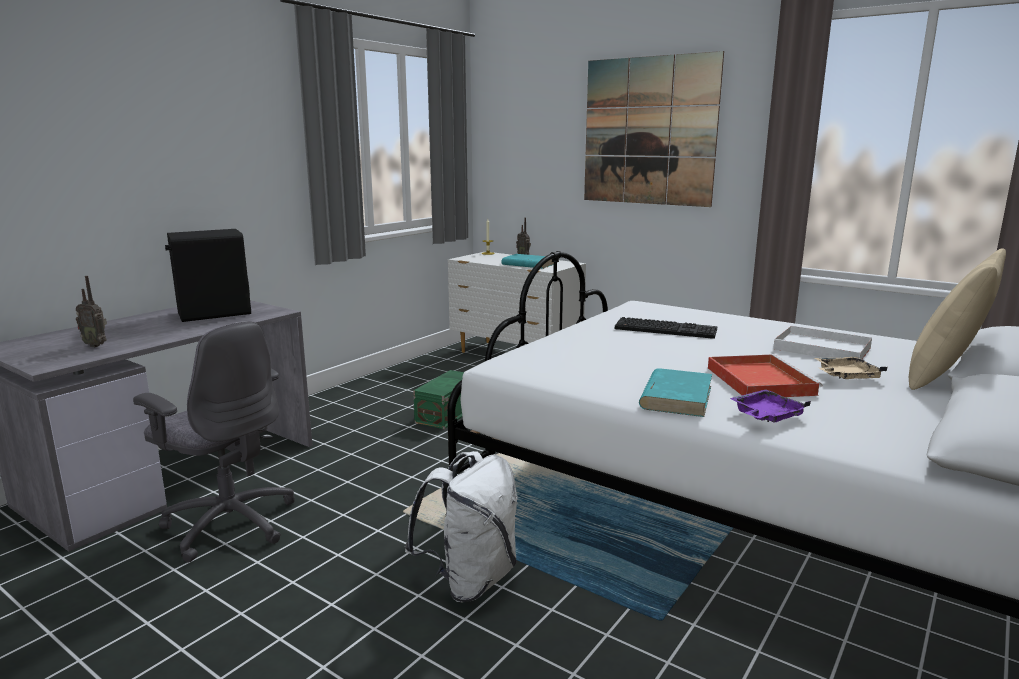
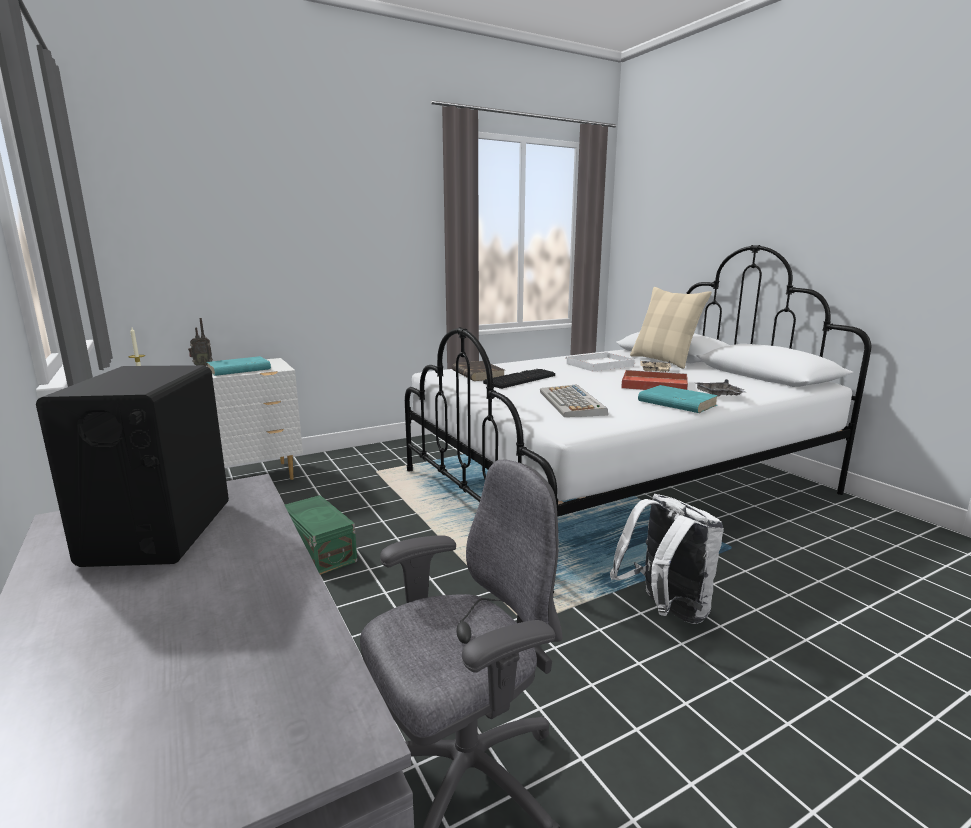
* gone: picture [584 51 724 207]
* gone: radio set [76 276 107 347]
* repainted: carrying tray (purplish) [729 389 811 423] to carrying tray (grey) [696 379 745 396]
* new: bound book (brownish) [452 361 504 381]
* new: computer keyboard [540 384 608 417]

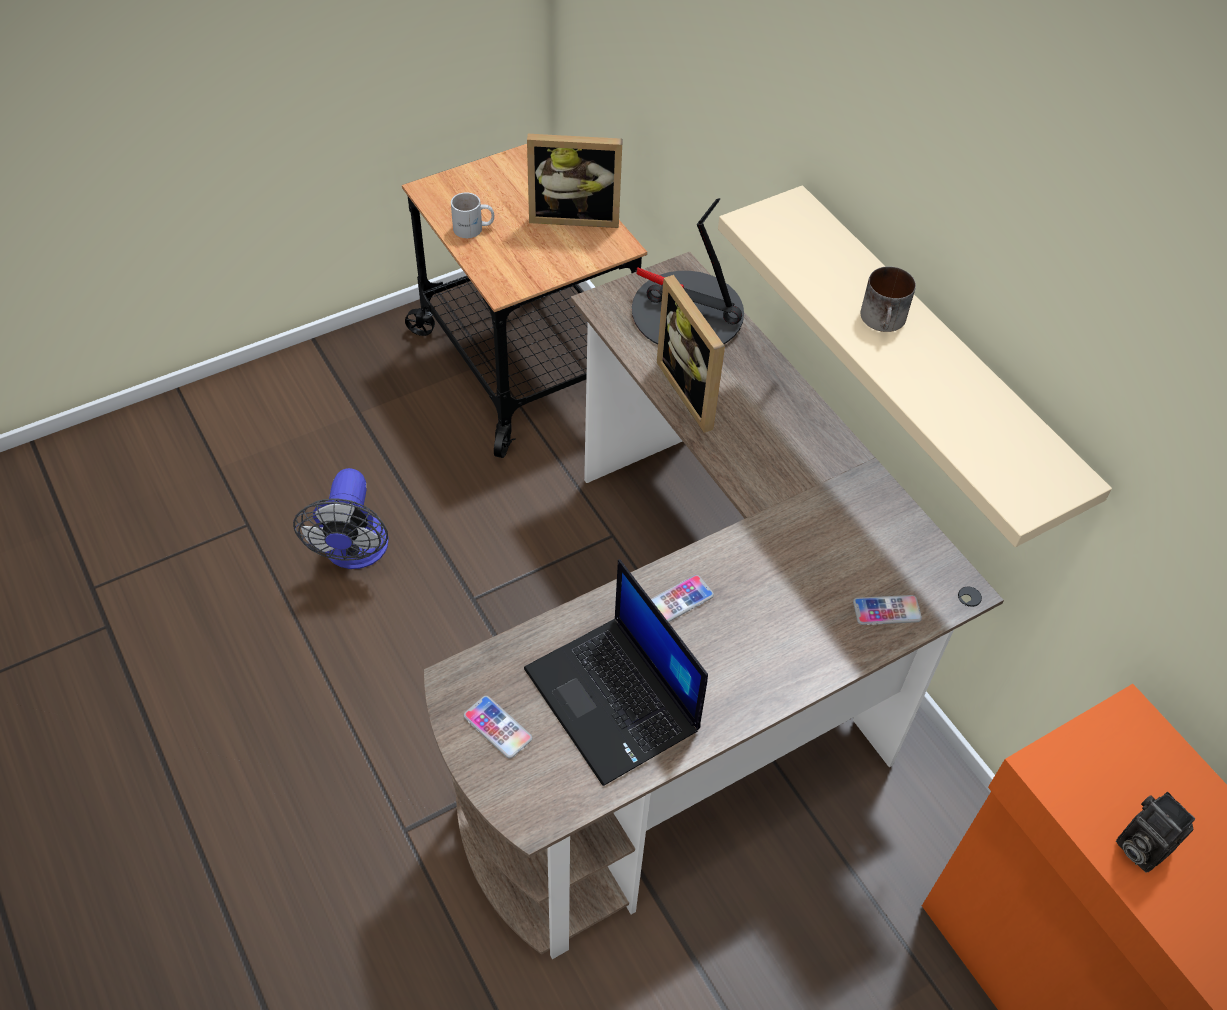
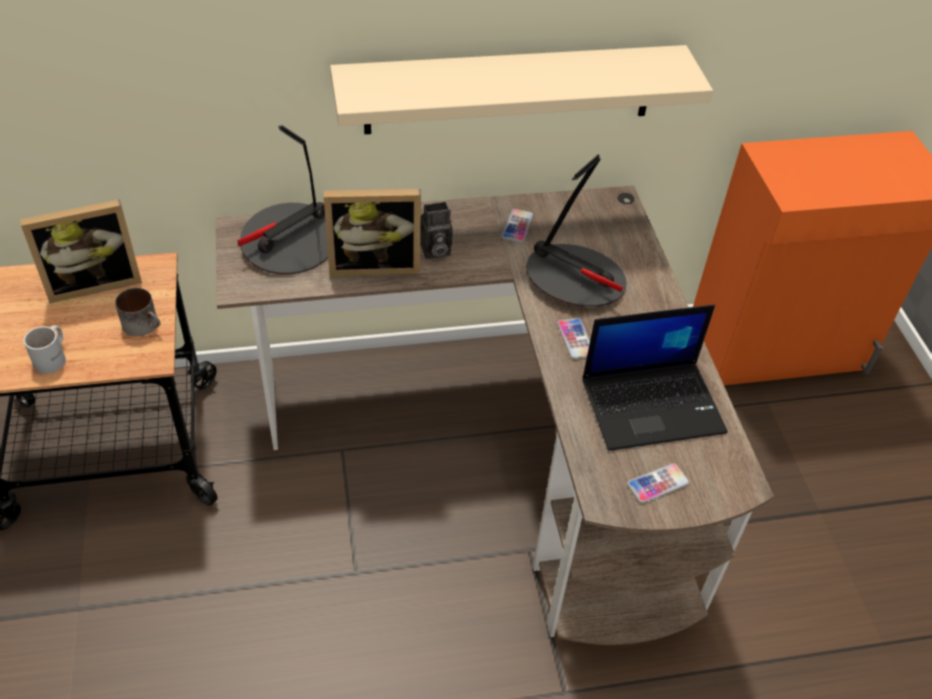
* rotated: photo frame [527 134 623 228] = [20 199 142 303] 45 degrees clockwise
* shifted: tea mug [860 266 916 332] to [115 288 160 337]
* gone: fan [293 468 389 569]
* shifted: handset [853 595 922 625] to [501 209 534 243]
* shifted: photo camera [1116 792 1195 872] to [420 202 453 259]
* new: lamp for a table [526 154 627 307]

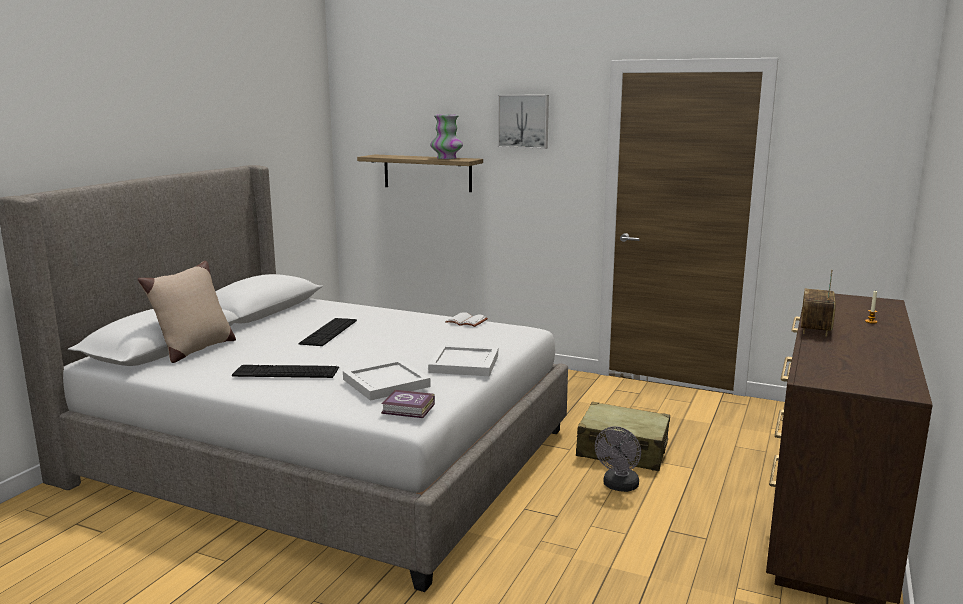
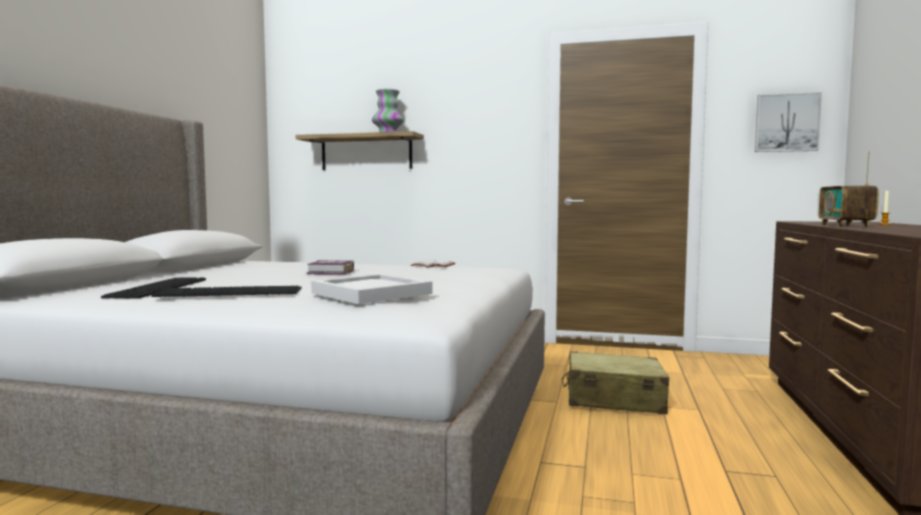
* shifted: picture [498 95 549 149] to [755 92 822 152]
* gone: pillow (beige) [138 261 236 363]
* shifted: computer keyboard [298 318 357 346] to [101 277 206 298]
* gone: carrying tray (whitish) [428 345 498 376]
* shifted: bound book [381 390 435 418] to [307 260 354 274]
* gone: fan (grey) [595 426 641 492]

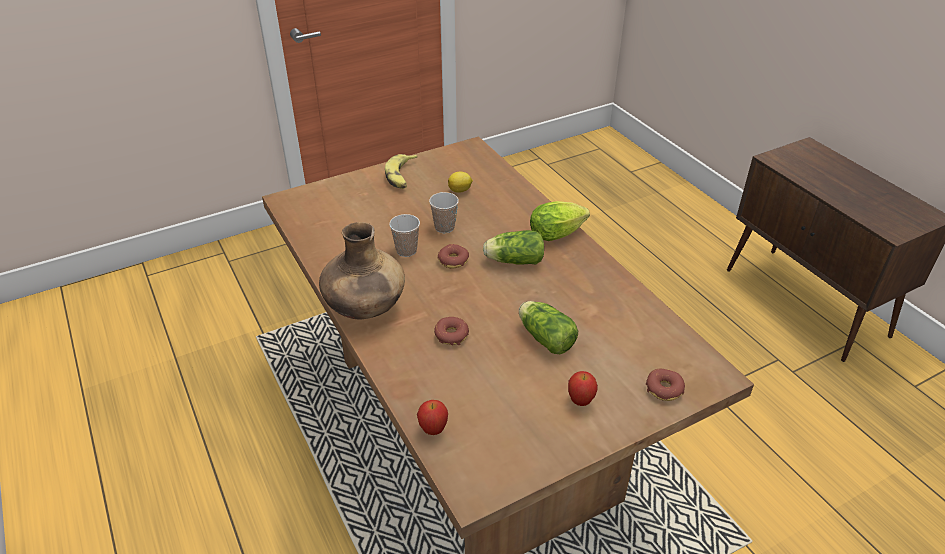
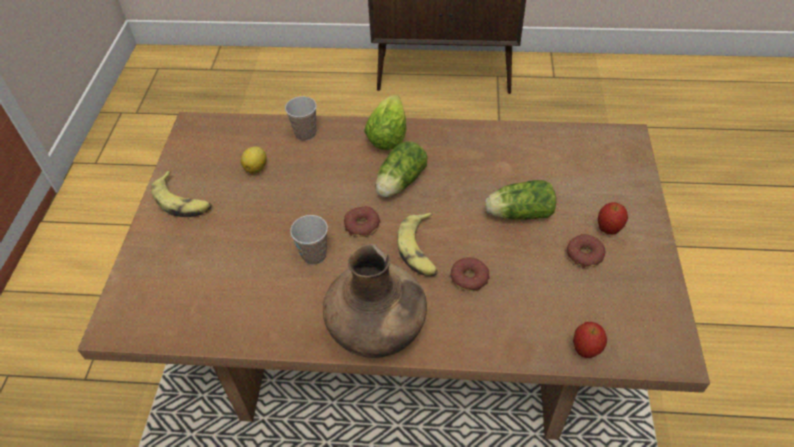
* shifted: small cup [429 192 459 233] to [285 96 317 141]
* shifted: donut [646 369 685 401] to [567 234 605 269]
* new: banana [397 212 438 276]

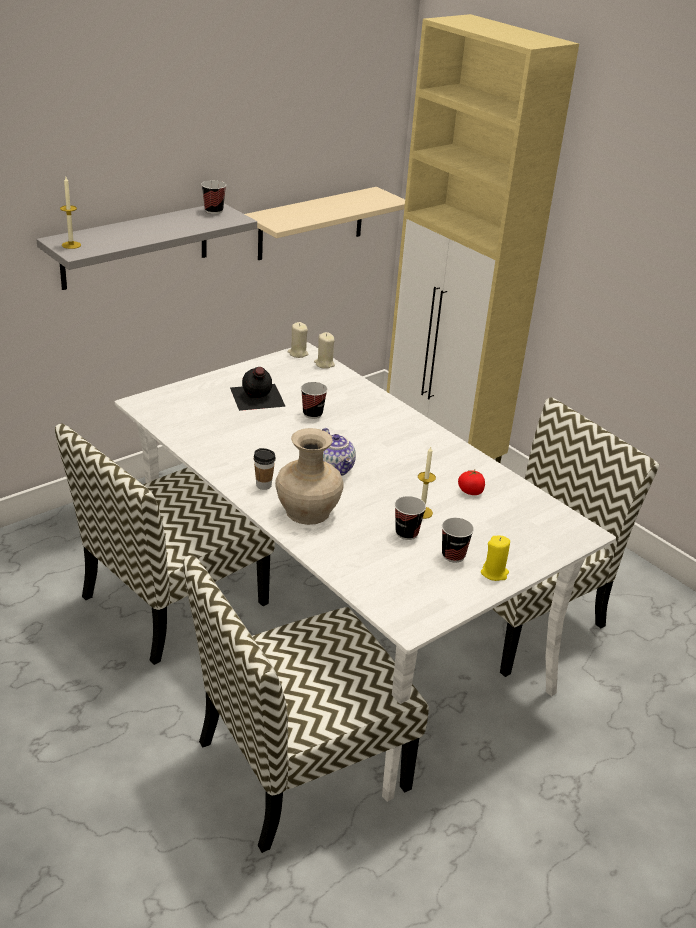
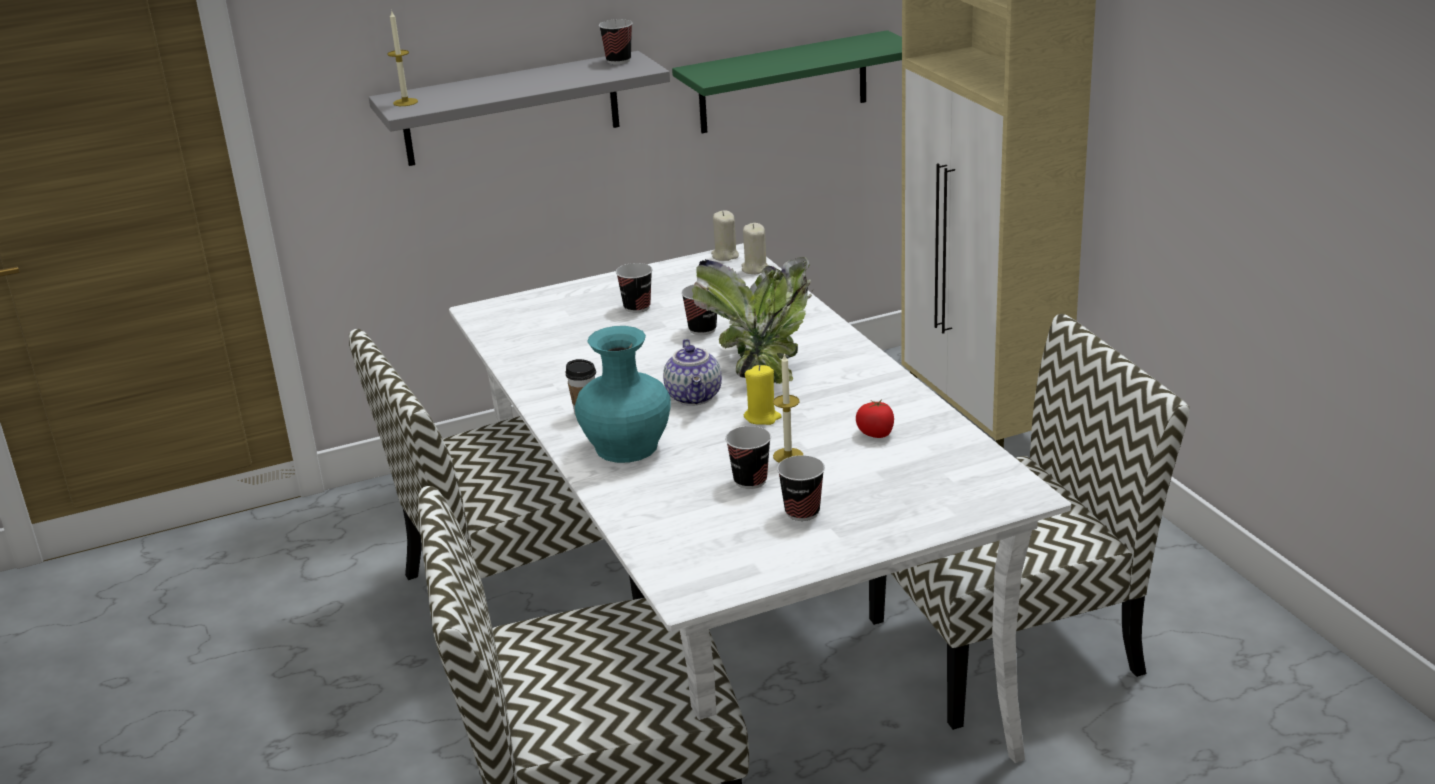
* repainted: bracket shelf (beige) [245 187 405 260] to bracket shelf (green-coloured) [672 30 902 133]
* swapped: beverage bottle (black-coloured) [230 367 286 411] to small cup [616 263 652 313]
* repainted: flower vase (beige) [275 428 344 525] to flower vase (turquoise-coloured) [575 326 671 463]
* shifted: candle (yellow) [481 536 510 581] to [744 365 782 425]
* new: potted plant [692 257 814 384]

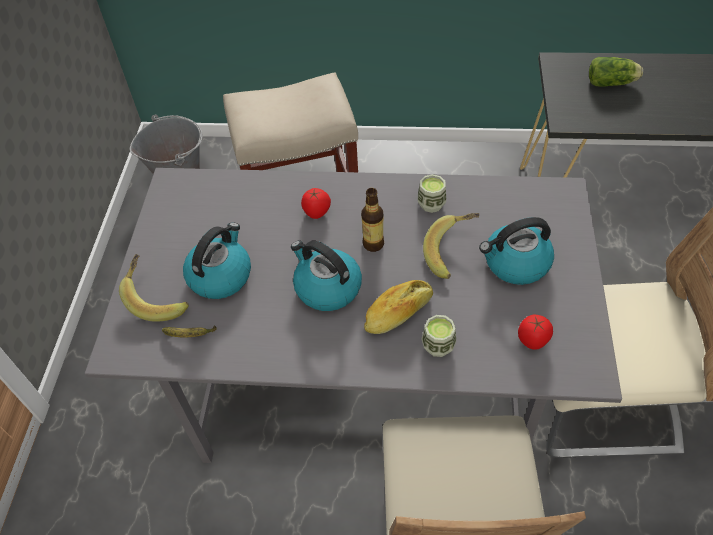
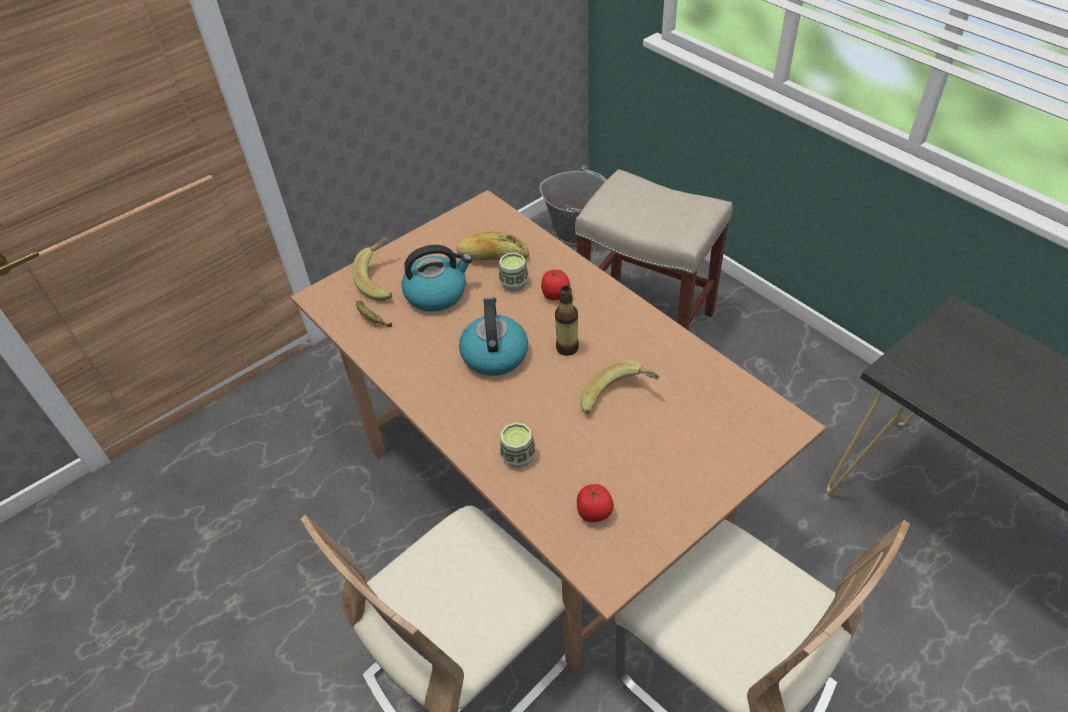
* gone: lettuce head [589 57 643 87]
* repainted: dining table (grey) [84 168 622 463] to dining table (brownish) [291 190 826 673]
* shifted: small cup [418 174 446 213] to [499 252 529 292]
* gone: water kettle [479 217 554 285]
* shifted: bakery bread [364 280 433 334] to [456 231 529 260]

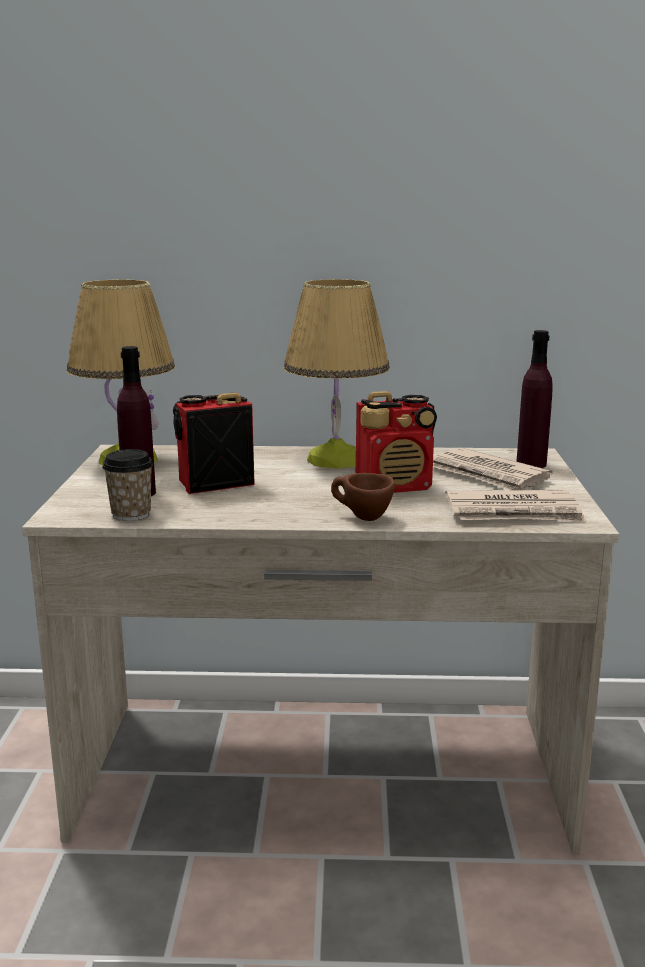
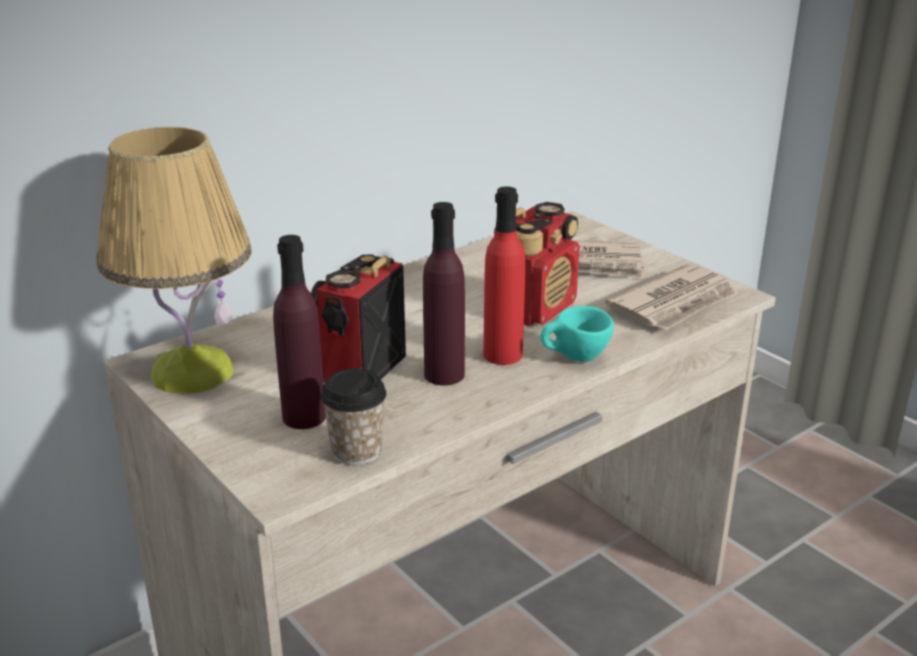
* gone: lamp for a table [284 279 390 469]
* shifted: beverage bottle (purplish) [516 330 553 468] to [423 202 465 386]
* repainted: small cup (brownish) [331 473 395 521] to small cup (turquoise-coloured) [540 306 614 362]
* new: beverage bottle (red) [483 187 525 365]

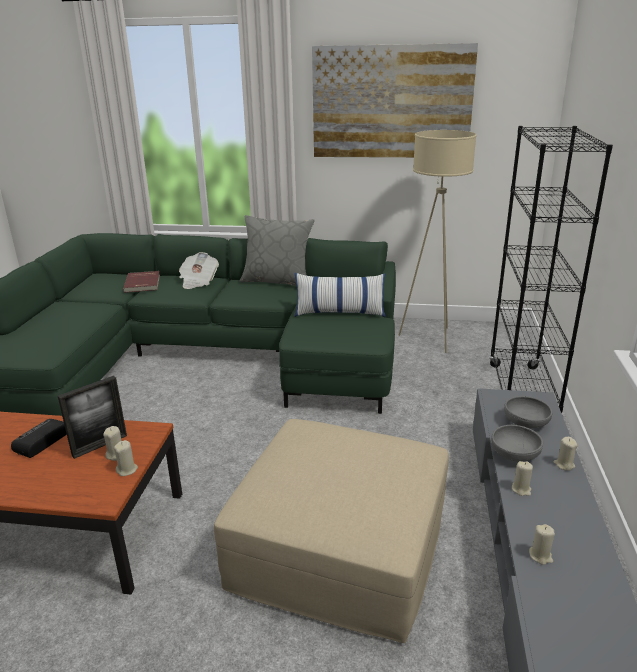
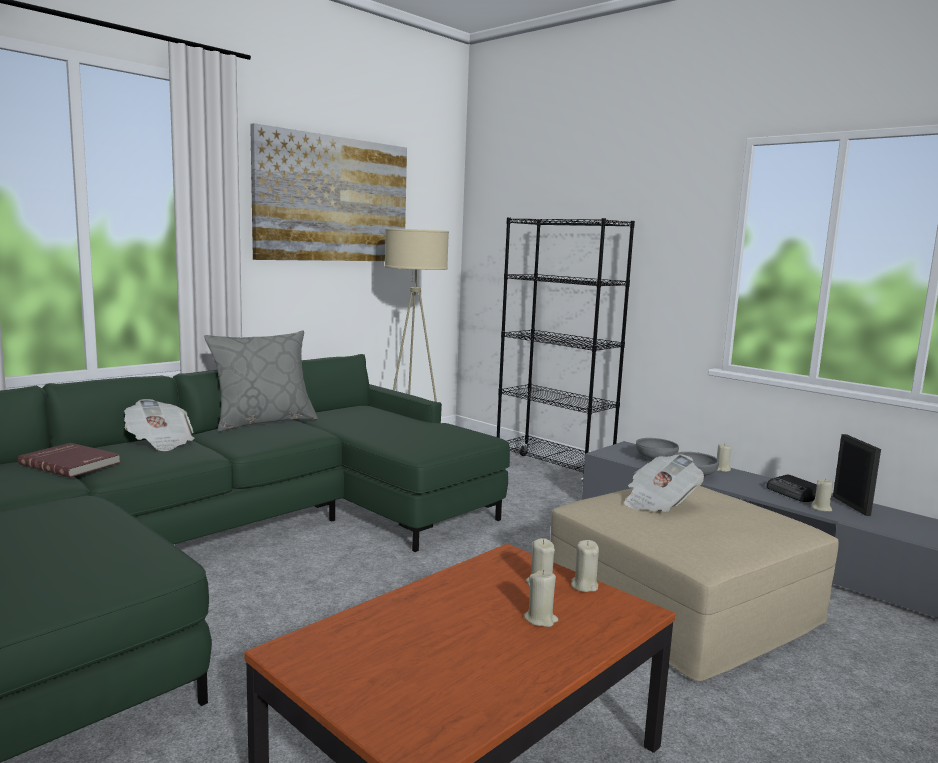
* gone: pillow [294 273 386 317]
* shifted: photo frame [58 376 127 459] to [833 434 881 516]
* shifted: radio set [11 419 67 458] to [766 474 817 502]
* shifted: candle (beige) [512 461 533 496] to [524 570 558 627]
* new: printed paper [624 454 704 512]

